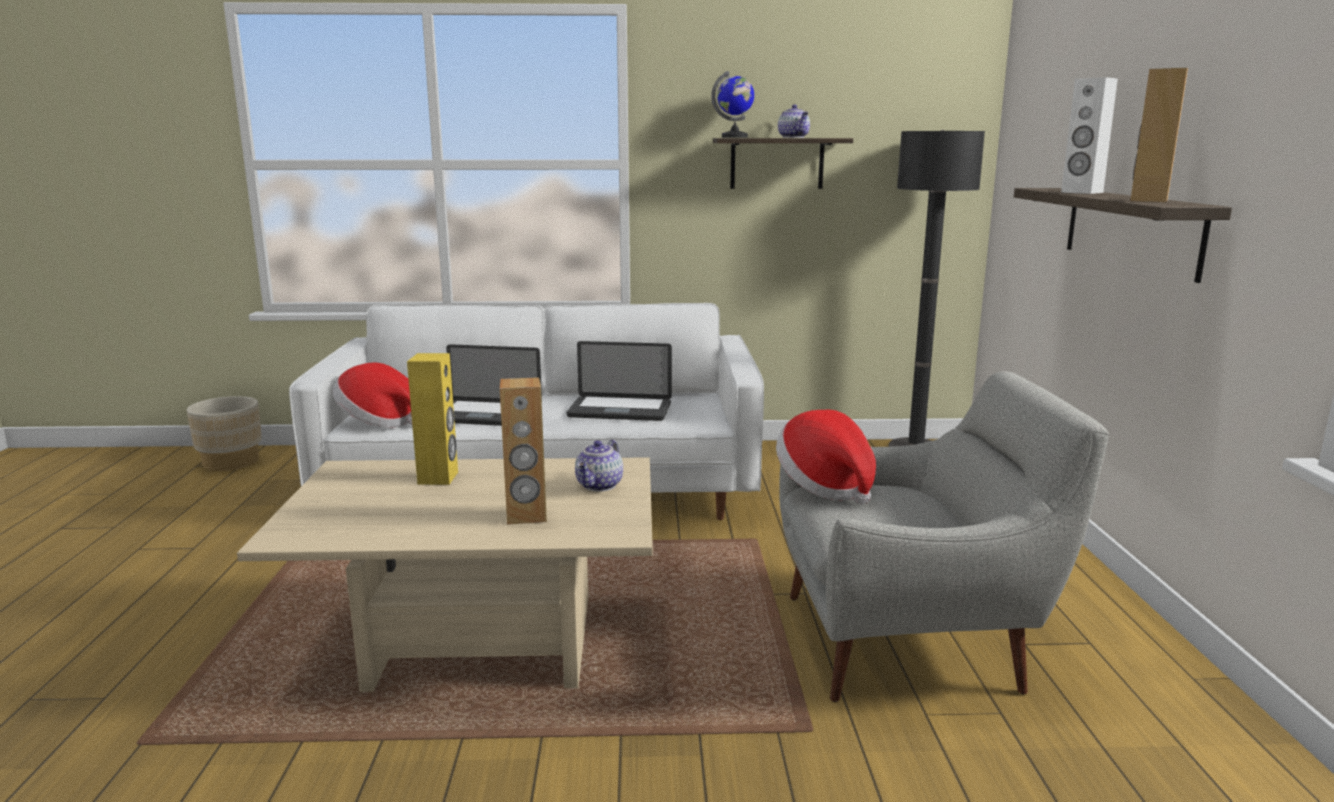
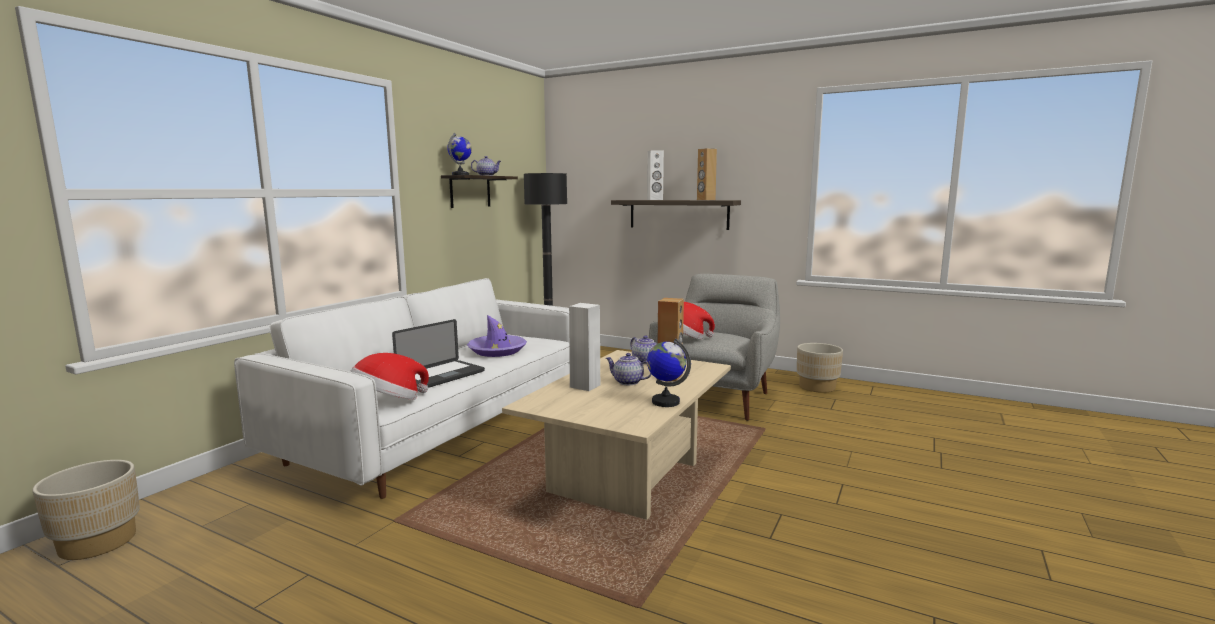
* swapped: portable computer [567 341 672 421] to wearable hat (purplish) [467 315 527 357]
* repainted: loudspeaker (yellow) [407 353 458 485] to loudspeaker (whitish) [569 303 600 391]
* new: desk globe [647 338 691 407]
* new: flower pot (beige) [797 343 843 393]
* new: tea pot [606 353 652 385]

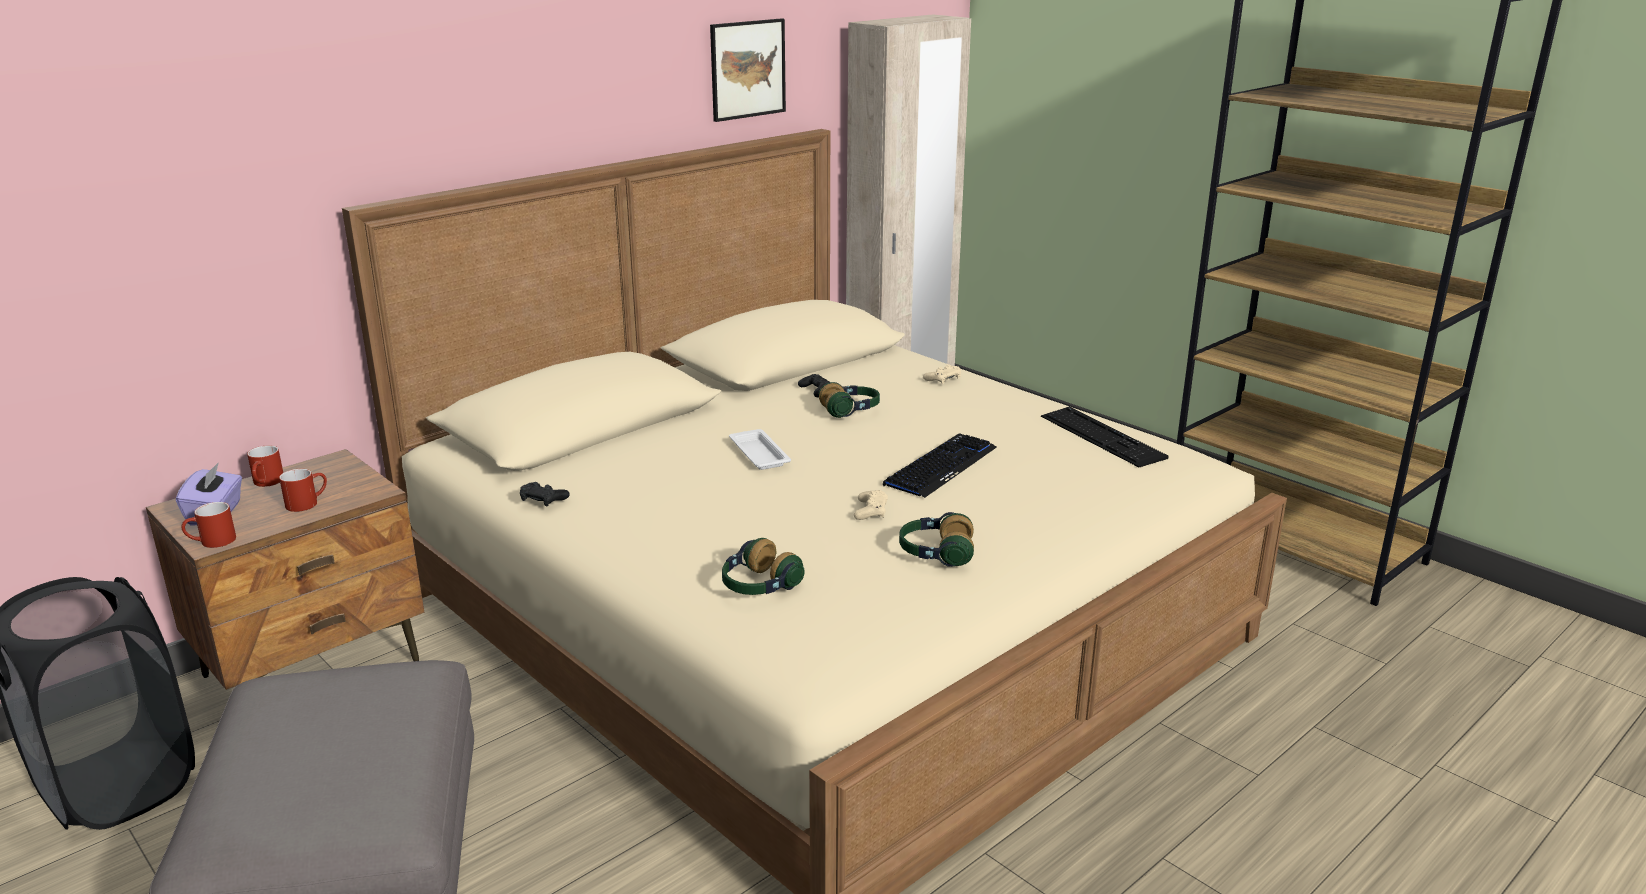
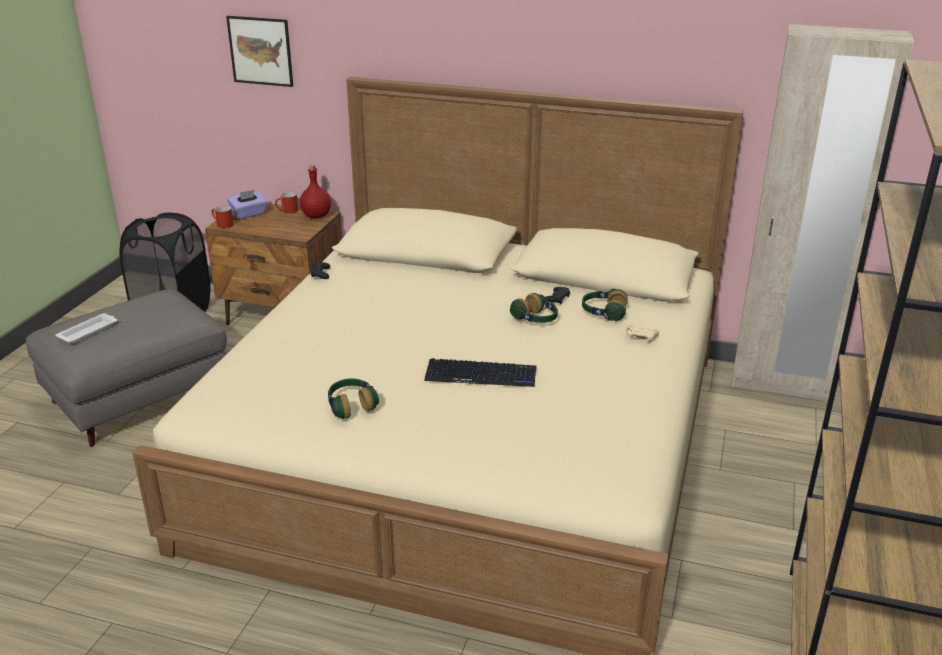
* shifted: picture [710 18 786 122] to [226 16 293 87]
* gone: computer keyboard [1041 407 1169 467]
* shifted: carrying tray (whitish) [729 429 791 470] to [55 313 117 343]
* gone: tea mug (red) [279 469 327 512]
* gone: game controller (beige) [854 490 888 520]
* shifted: headphones [722 538 805 595] to [582 289 628 321]
* new: beverage bottle (red) [300 164 331 218]

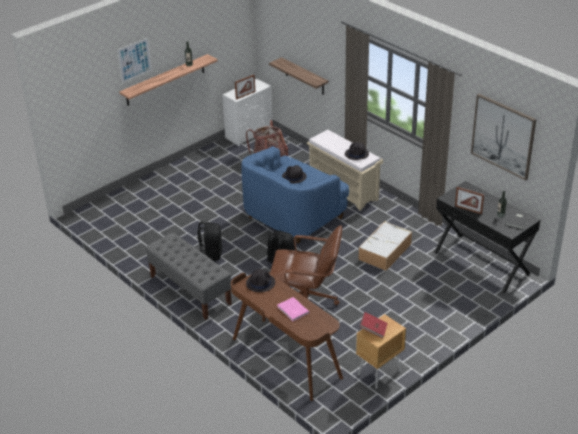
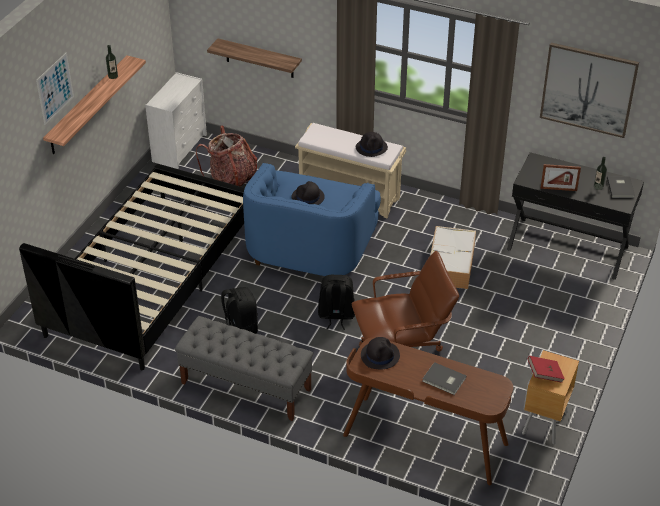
* gone: photo frame [235 75 255 100]
* repainted: bound book (pink-coloured) [278 297 309 321] to bound book (grey) [422 362 466 395]
* new: bed (black-coloured) [19 164 245 371]

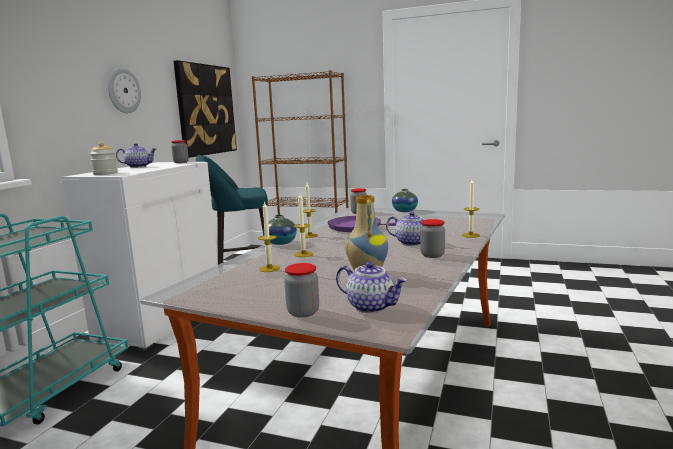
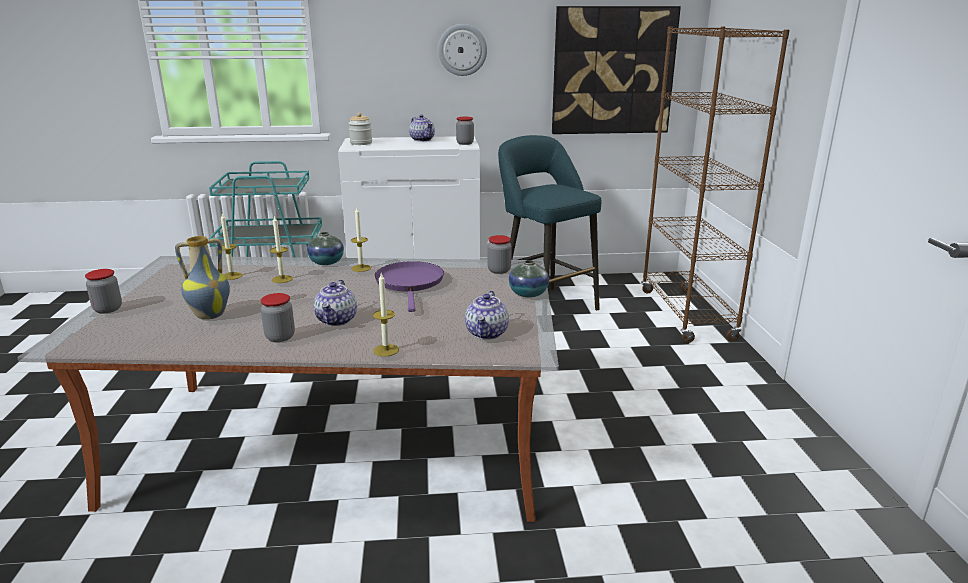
* shifted: tea pot [336 261 407 313] to [465 291 509 340]

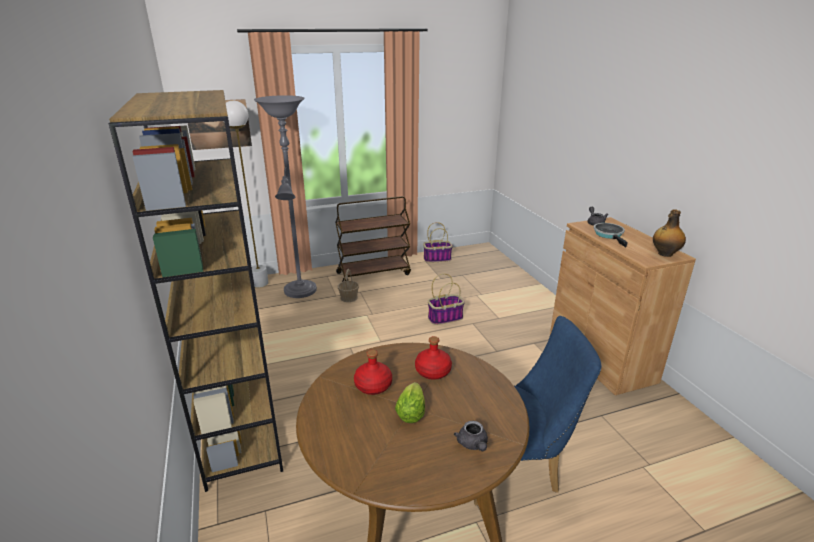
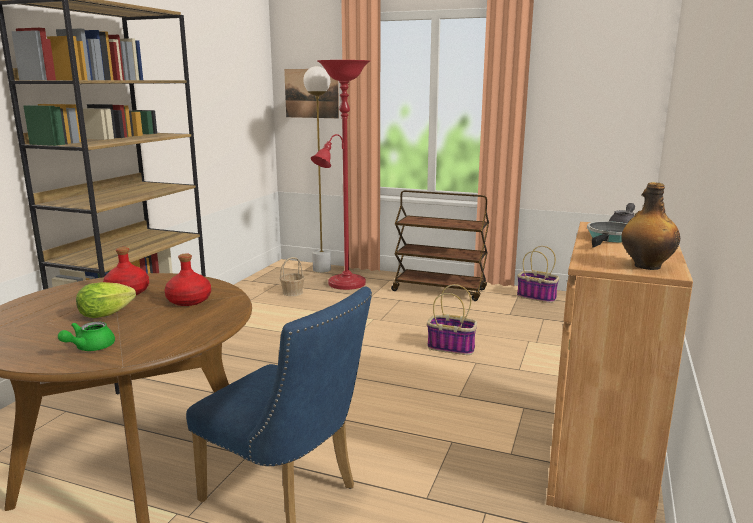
* repainted: standard lamp (grey) [254 95 317 298] to standard lamp (red) [311 60 370 290]
* shifted: basket [338 269 359 302] to [280 257 305 296]
* repainted: tea pot (grey) [454 421 488 451] to tea pot (green-coloured) [58 321 115 351]

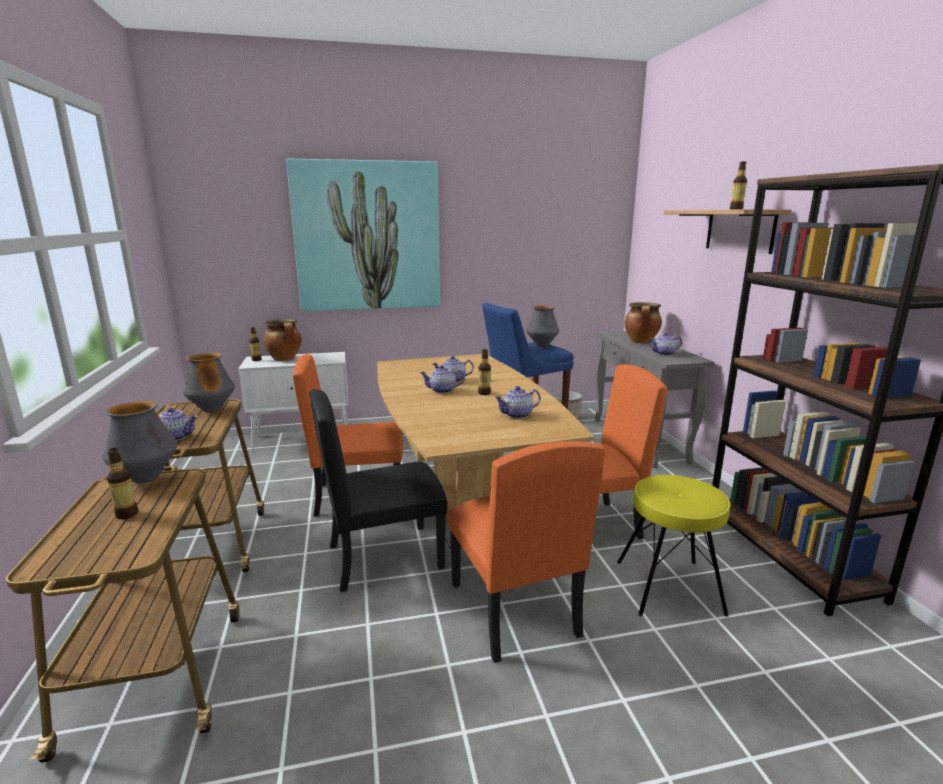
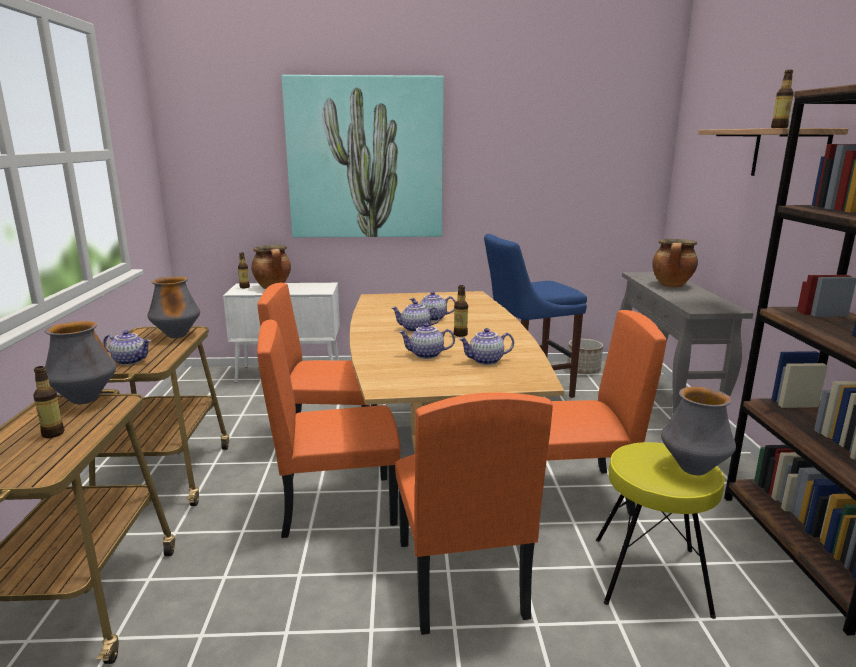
* shifted: flower vase [526 305 559 347] to [661 387 736 475]
* shifted: tea pot [649 333 682 356] to [399 323 455 359]
* repainted: chair (black-coloured) [309 389 448 592] to chair (orange-coloured) [257 320 401 538]

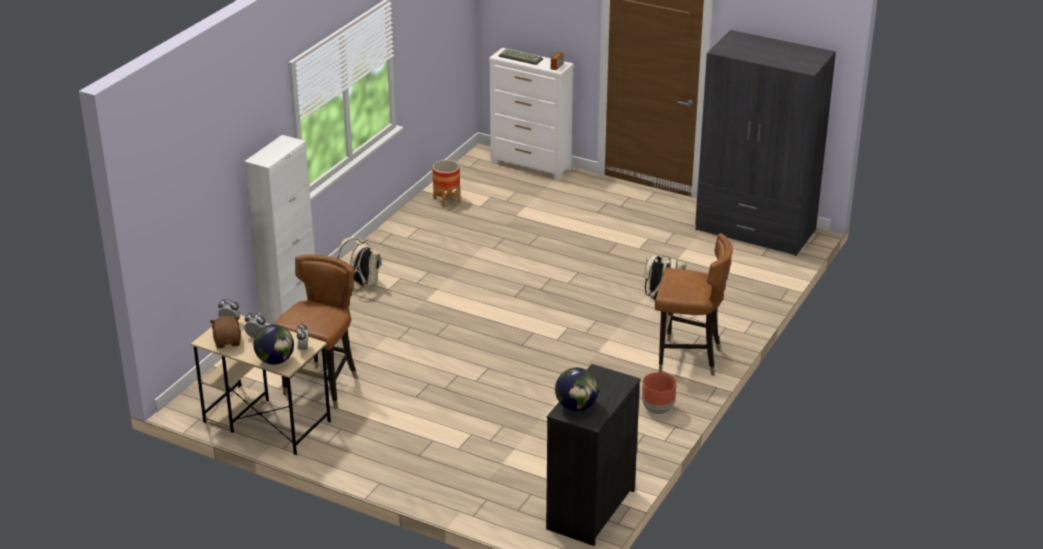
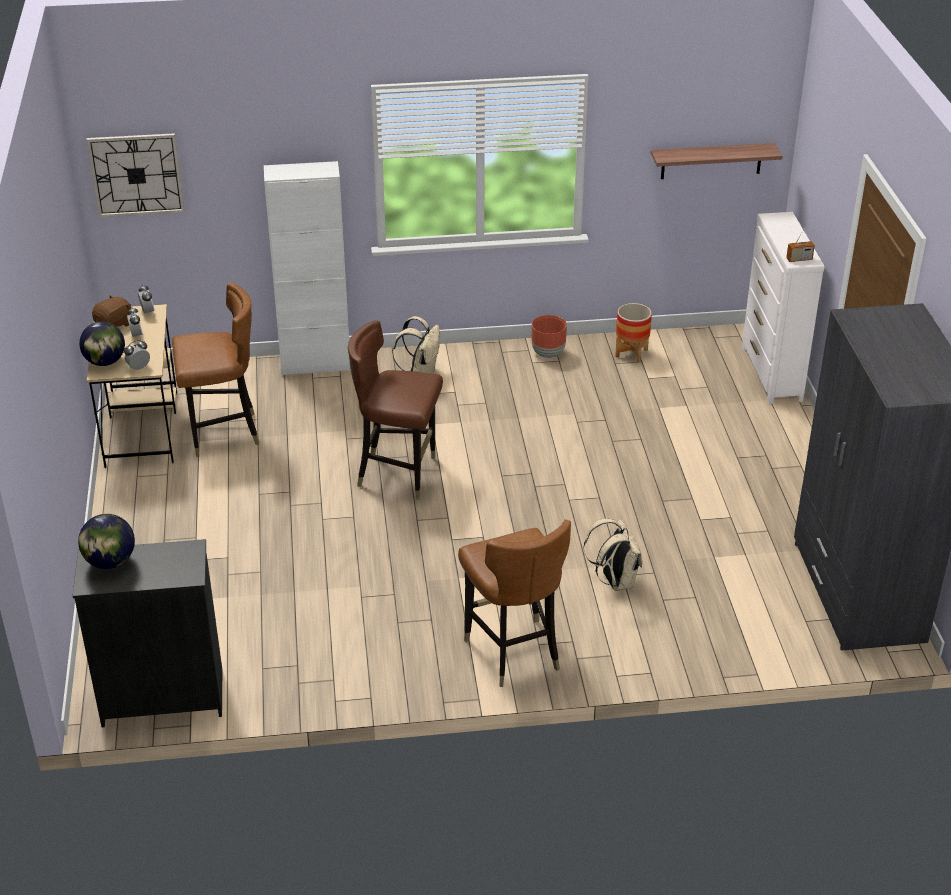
* gone: computer keyboard [499 49 543 65]
* shifted: flower pot (brownish) [642 372 677 414] to [532 315 567 358]
* new: wall clock [86 133 185 217]
* new: bracket shelf [651 143 782 179]
* new: chair (brownish) [348 320 443 500]

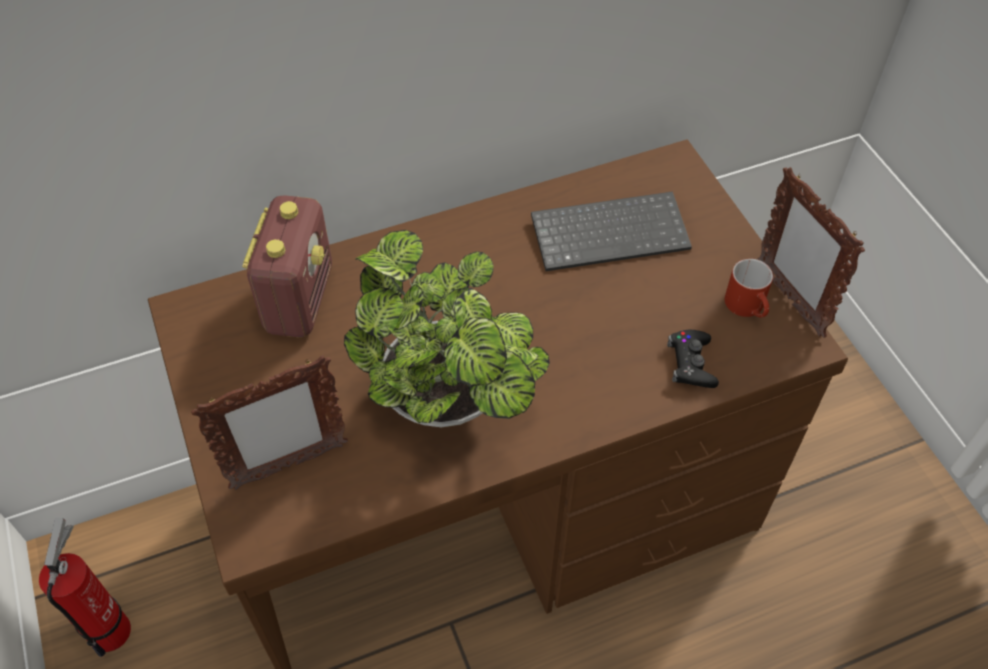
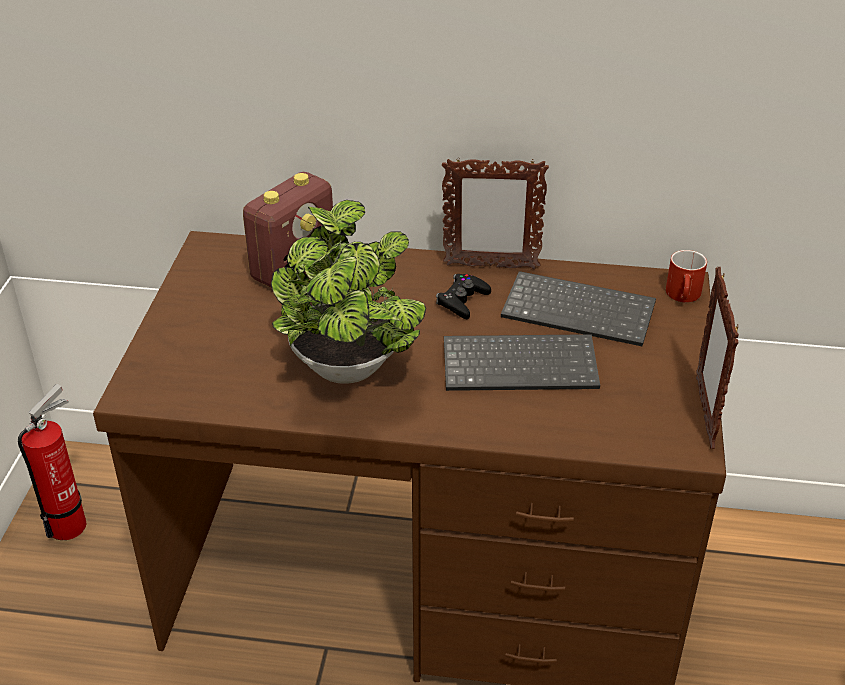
* shifted: tea mug (red) [725 258 773 318] to [666 250 707 302]
* shifted: game controller (black-coloured) [667 329 719 388] to [436 274 491 319]
* shifted: photo frame [191 355 348 490] to [442 158 549 270]
* new: computer keyboard [444 334 600 391]

